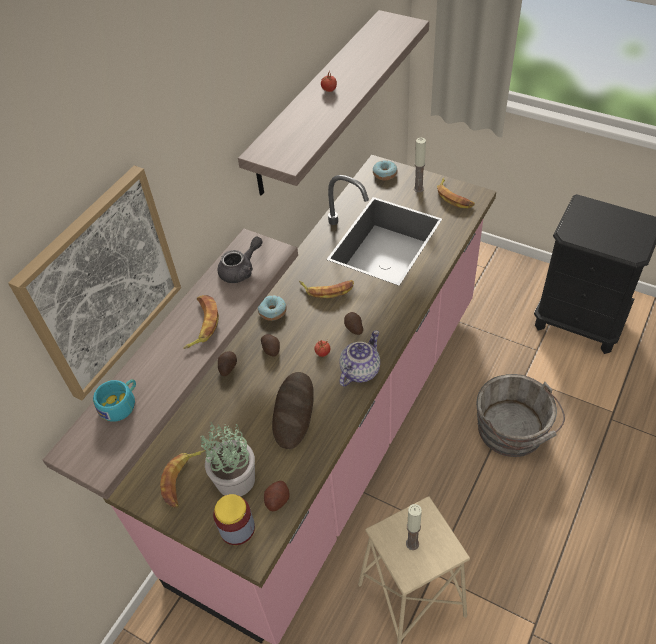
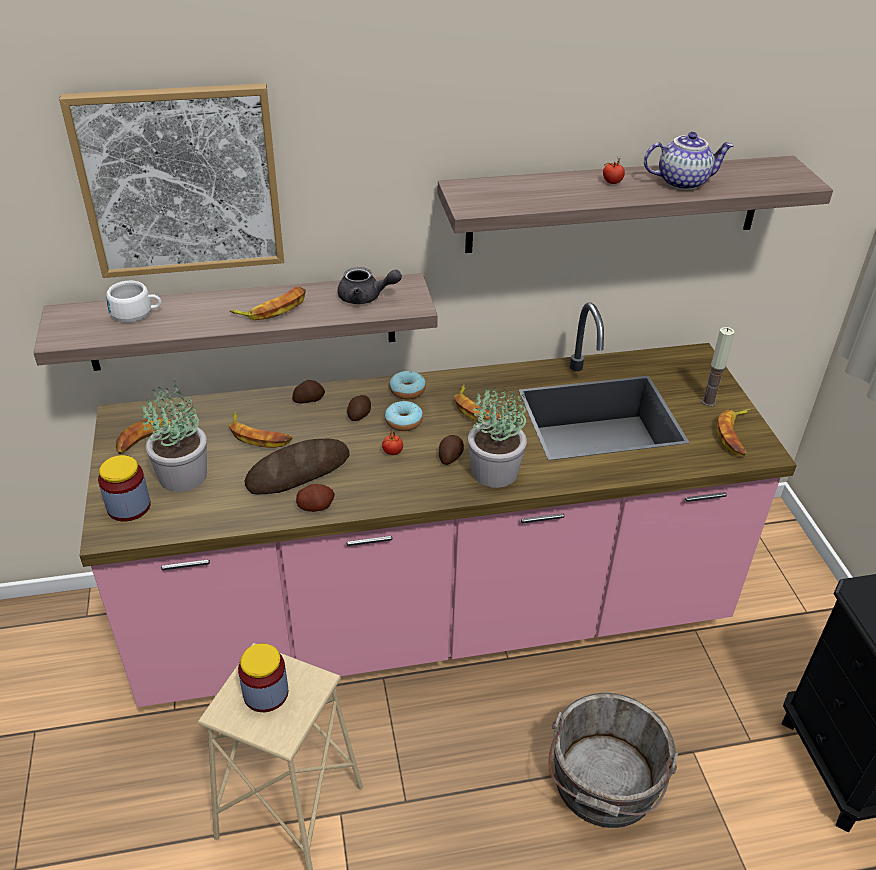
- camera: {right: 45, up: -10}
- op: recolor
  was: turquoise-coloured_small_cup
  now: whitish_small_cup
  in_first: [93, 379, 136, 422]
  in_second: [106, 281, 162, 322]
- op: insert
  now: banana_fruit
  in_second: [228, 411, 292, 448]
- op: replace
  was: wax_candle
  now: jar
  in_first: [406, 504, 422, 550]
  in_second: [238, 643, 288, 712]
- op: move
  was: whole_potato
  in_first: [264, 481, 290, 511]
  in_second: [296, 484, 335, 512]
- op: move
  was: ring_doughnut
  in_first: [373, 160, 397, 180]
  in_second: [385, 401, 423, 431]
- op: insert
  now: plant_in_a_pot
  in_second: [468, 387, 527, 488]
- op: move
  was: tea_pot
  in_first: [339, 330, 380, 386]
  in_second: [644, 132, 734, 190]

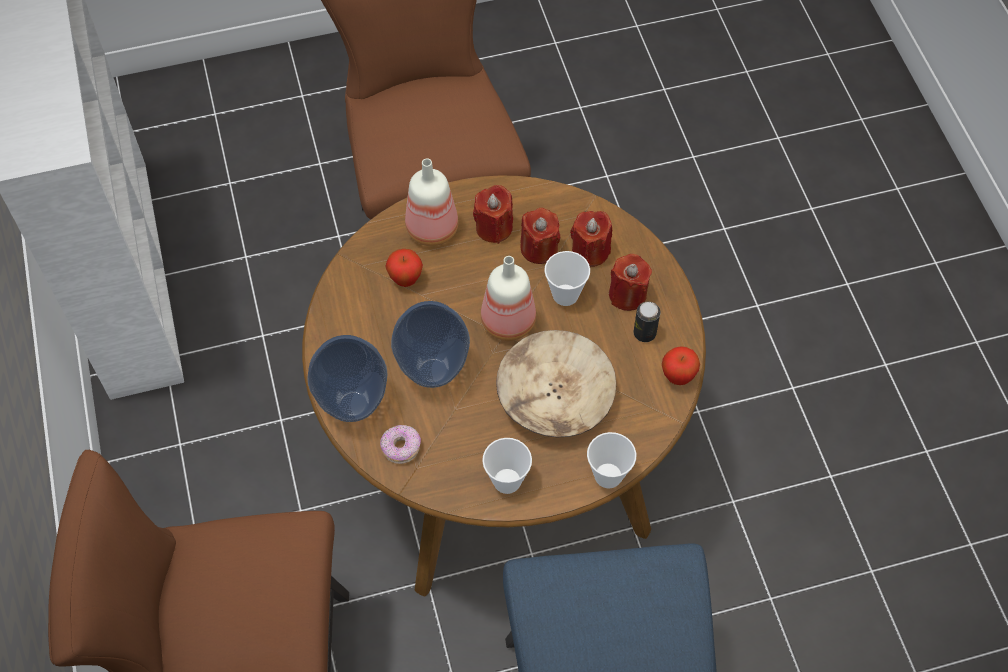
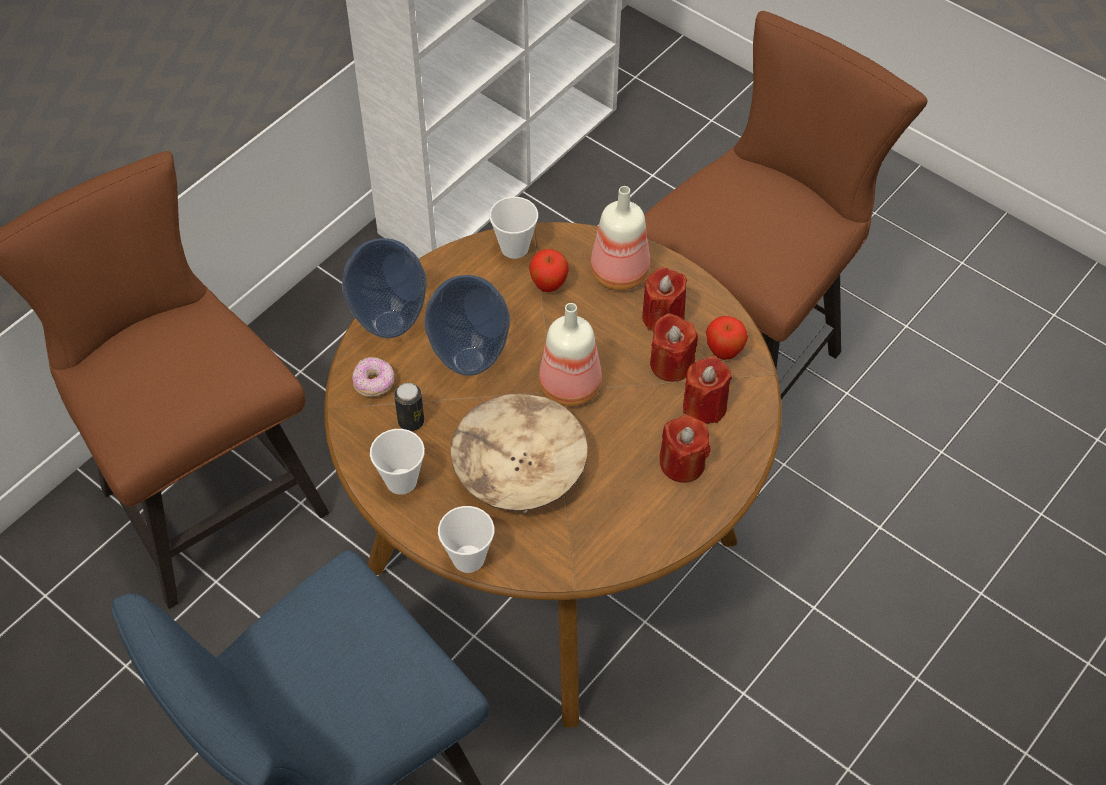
- camera: {right: 55, up: -5}
- op: move
  was: can
  in_first: [633, 302, 660, 342]
  in_second: [394, 383, 424, 431]
- op: move
  was: small_cup
  in_first: [544, 251, 590, 306]
  in_second: [489, 197, 538, 259]
- op: move
  was: apple_fruit
  in_first: [662, 346, 700, 385]
  in_second: [706, 316, 748, 360]

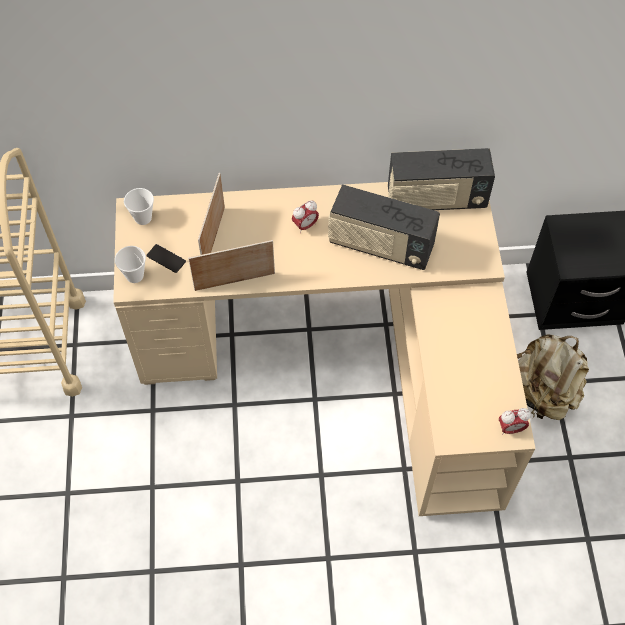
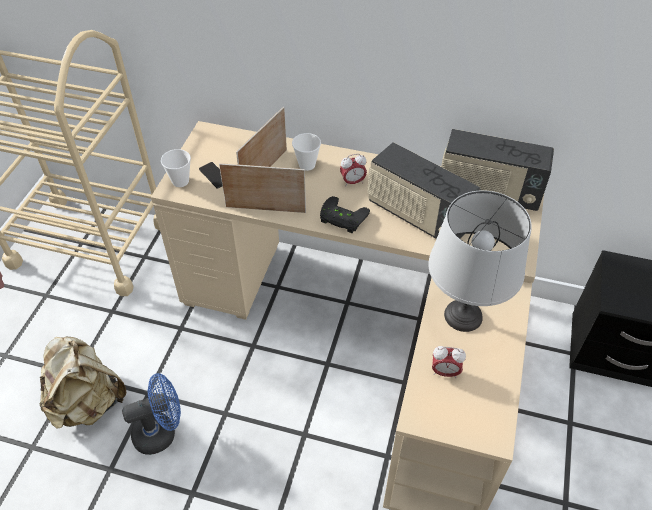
- camera: {right: 20, up: -10}
- op: move
  was: sand-coloured_knapsack
  in_first: [517, 335, 589, 420]
  in_second: [40, 337, 126, 429]
- op: insert
  now: bluish_cooling_fan
  in_second: [122, 373, 181, 455]
- op: move
  was: small_cup
  in_first: [124, 188, 154, 225]
  in_second: [292, 133, 321, 171]
- op: insert
  now: blackish_gamepad
  in_second: [320, 196, 370, 233]
- op: insert
  now: gray_tabletop_lamp
  in_second: [428, 190, 531, 332]
- op: move
  was: table_clock
  in_first: [499, 408, 530, 435]
  in_second: [432, 346, 466, 378]

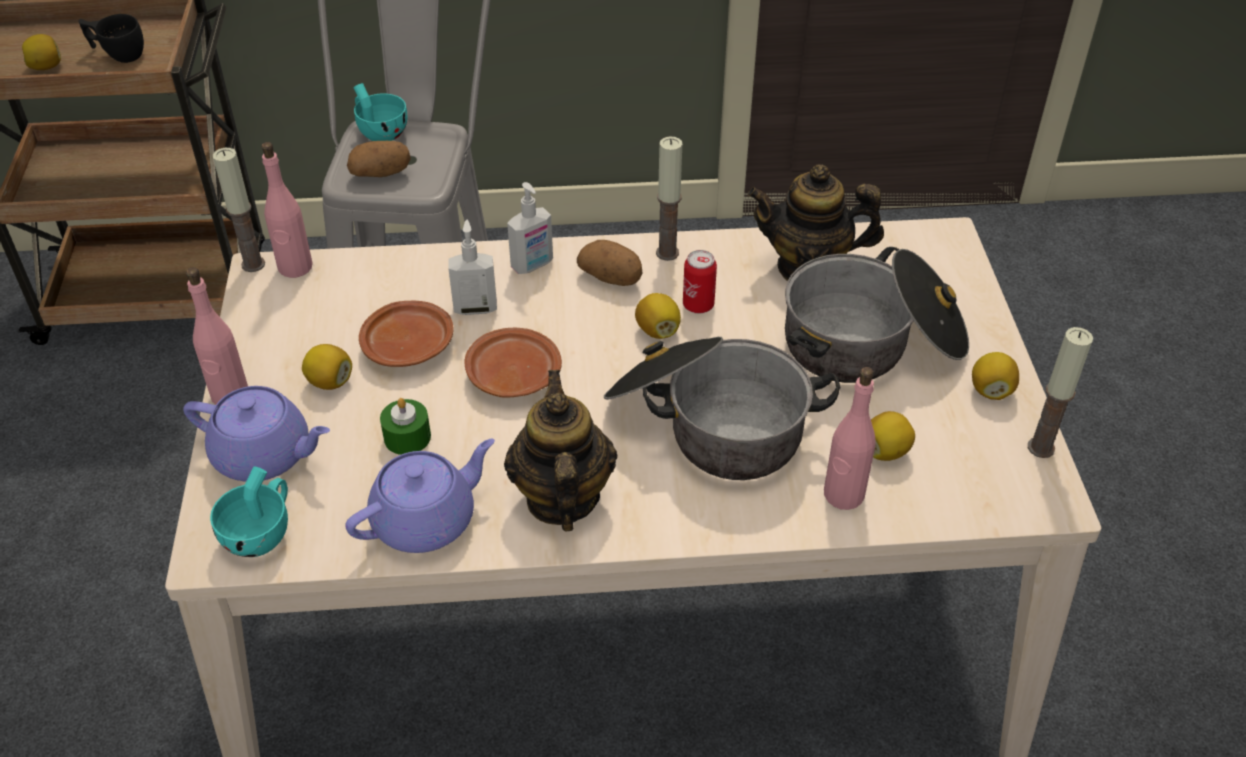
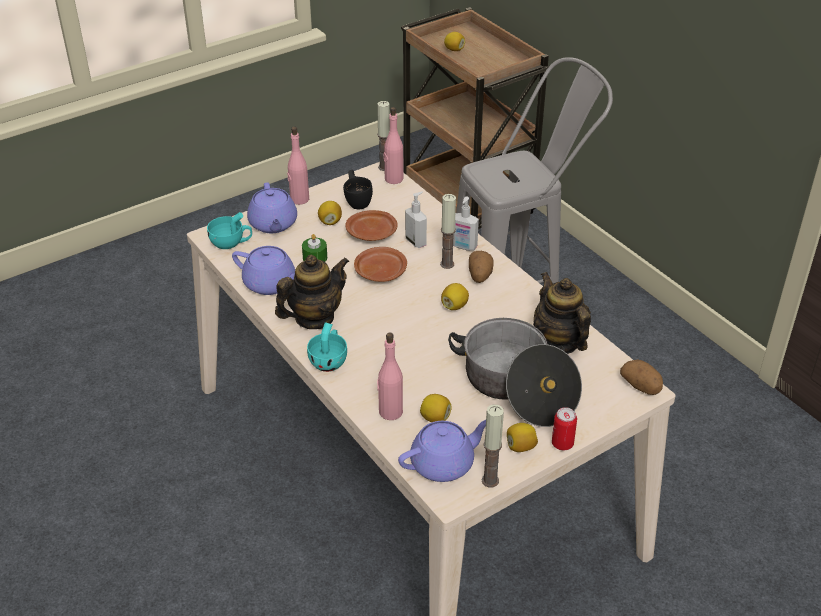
- camera: {right: 60, up: -5}
- op: move
  was: turquoise-coloured_small_cup
  in_first: [353, 83, 408, 141]
  in_second: [307, 322, 347, 372]
- op: move
  was: blackish_small_cup
  in_first: [79, 14, 144, 63]
  in_second: [343, 170, 373, 209]
- op: insert
  now: purplish_tea_pot
  in_second: [398, 420, 486, 482]
- op: move
  was: wax_candle
  in_first: [656, 137, 682, 261]
  in_second: [440, 194, 456, 269]
- op: move
  was: can
  in_first: [683, 250, 717, 313]
  in_second: [552, 407, 577, 451]
- op: move
  was: whole_potato
  in_first: [347, 141, 411, 177]
  in_second: [620, 360, 663, 395]
- op: delete
  was: saucepot
  in_first: [604, 337, 841, 480]

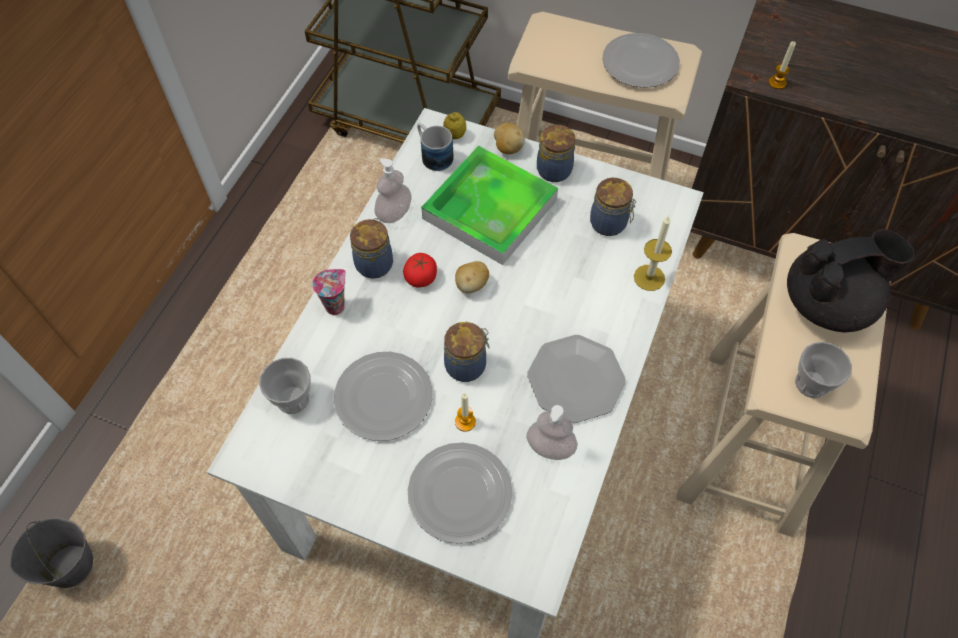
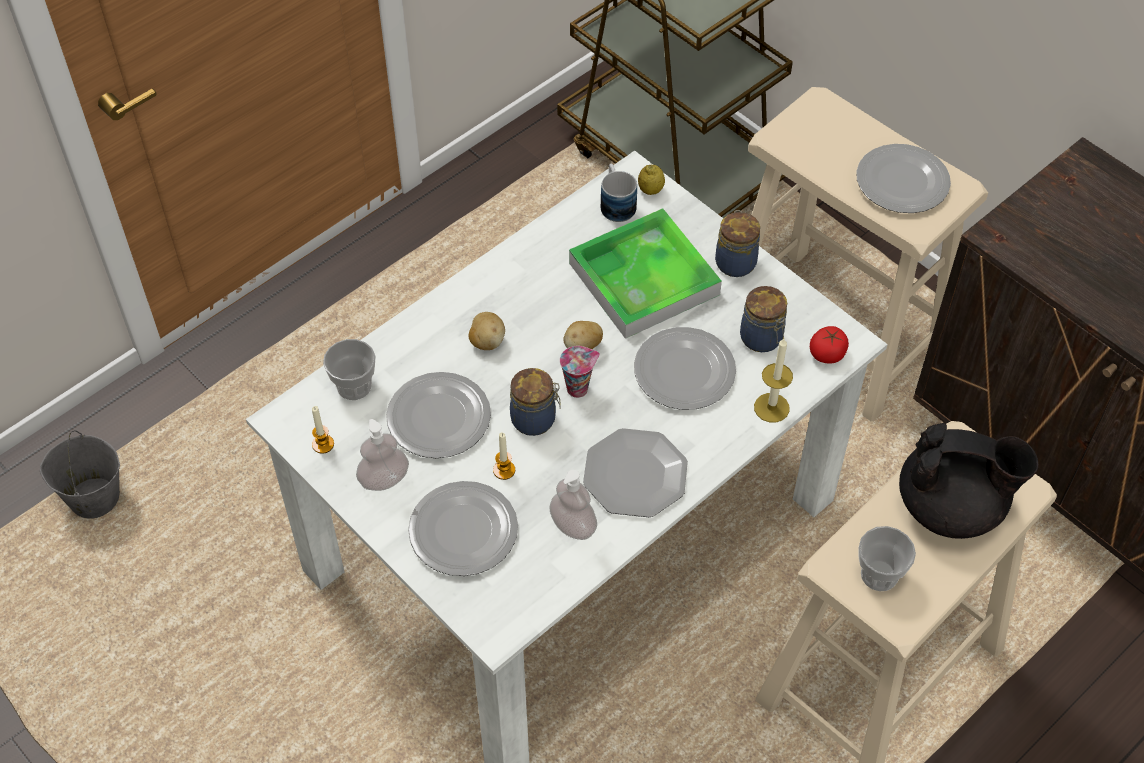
- camera: {right: 25, up: -5}
- op: move
  was: wax_candle
  in_first: [768, 41, 796, 89]
  in_second: [312, 406, 334, 454]
- op: move
  was: soap_dispenser
  in_first: [374, 158, 412, 223]
  in_second: [356, 419, 409, 491]
- op: move
  was: whole_potato
  in_first: [494, 123, 525, 154]
  in_second: [468, 312, 505, 350]
- op: move
  was: small_cup
  in_first: [312, 269, 346, 315]
  in_second: [560, 346, 600, 398]
- op: insert
  now: dinner_plate
  in_second: [634, 327, 736, 410]
- op: move
  was: tomato
  in_first: [403, 253, 437, 288]
  in_second: [810, 326, 849, 364]
- op: delete
  was: jar
  in_first: [350, 218, 393, 279]

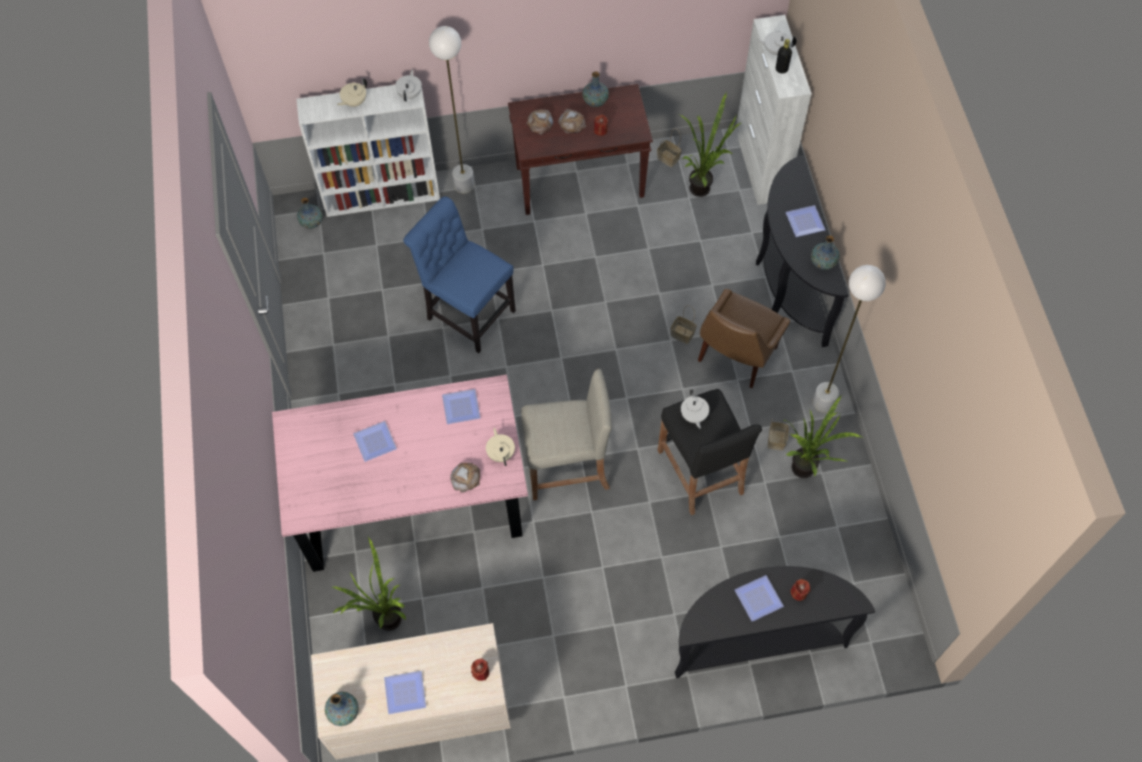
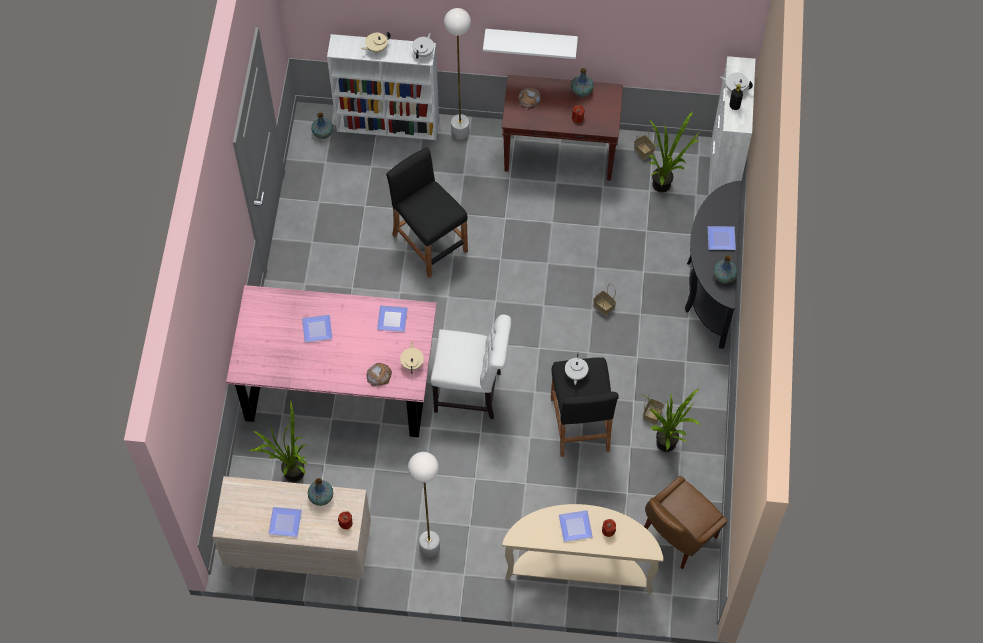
- camera: {right: 15, up: 0}
- op: move
  was: flower_vase
  in_first: [325, 692, 359, 726]
  in_second: [308, 478, 333, 506]
- op: replace
  was: bluish_upright_chair
  now: blackish_sitting_stool
  in_first: [403, 196, 516, 353]
  in_second: [386, 147, 468, 278]
- op: move
  was: whitish_standing_lamp
  in_first: [812, 265, 886, 412]
  in_second: [408, 452, 440, 557]
- op: replace
  was: sand-coloured_sitting_stool
  now: whitish_upright_chair
  in_first: [521, 369, 612, 501]
  in_second: [431, 314, 511, 419]
- op: insert
  now: whitish_wall_shelf
  in_second: [483, 29, 578, 59]
- op: recolor
  was: blackish_console_table
  now: sand-coloured_console_table
  in_first: [675, 566, 875, 678]
  in_second: [502, 504, 663, 594]
- op: move
  was: brown-coloured_upright_chair
  in_first: [698, 289, 790, 388]
  in_second: [644, 476, 727, 569]
- op: delete
  was: bread
  in_first: [558, 109, 586, 134]

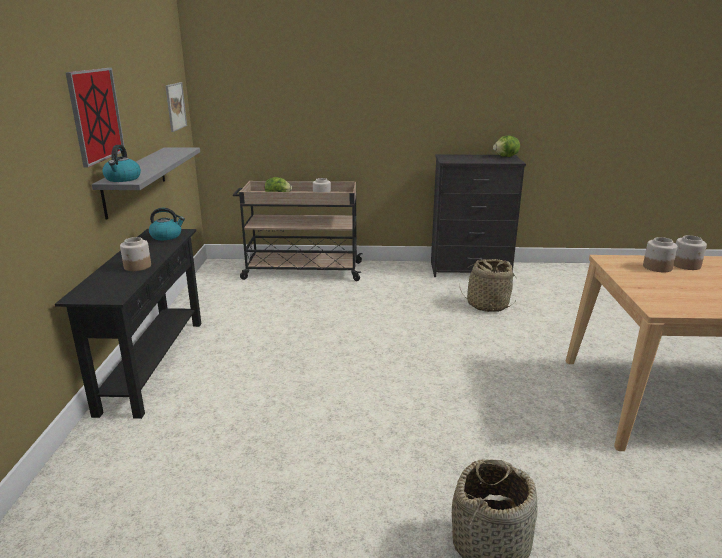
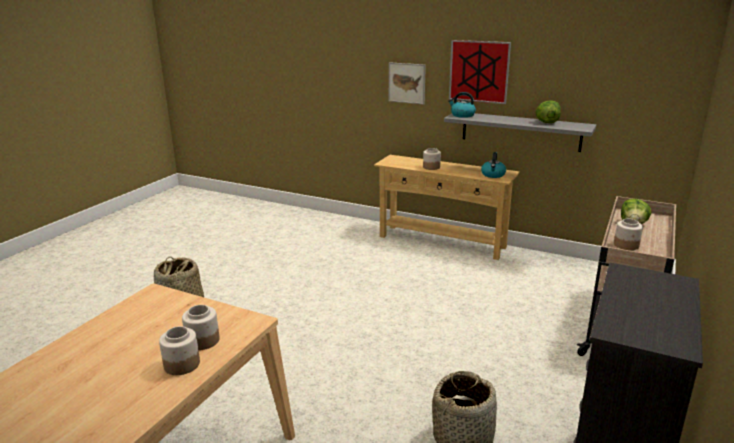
- camera: {right: 115, up: 0}
- op: recolor
  was: blackish_console_table
  now: sand-coloured_console_table
  in_first: [55, 229, 201, 419]
  in_second: [374, 155, 519, 260]
- op: move
  was: picture
  in_first: [166, 82, 187, 132]
  in_second: [389, 62, 426, 105]
- op: move
  was: lettuce
  in_first: [493, 136, 520, 157]
  in_second: [536, 100, 561, 123]

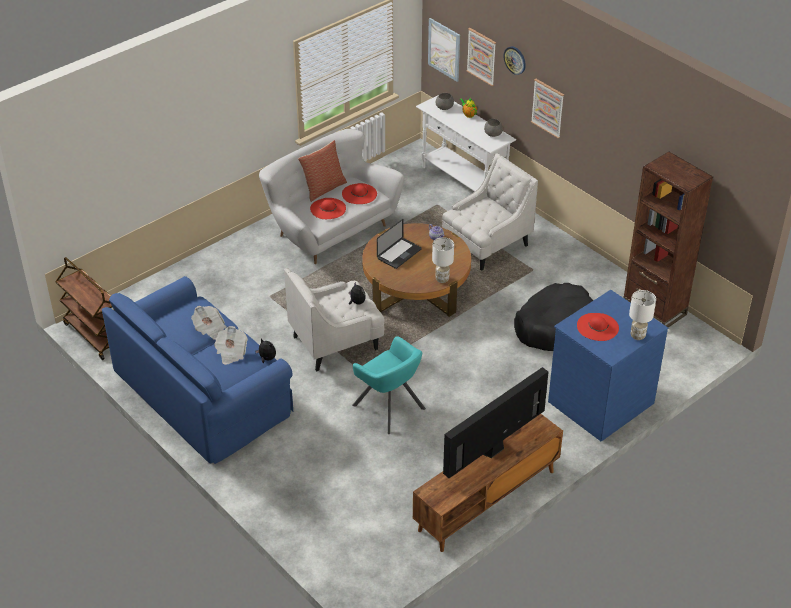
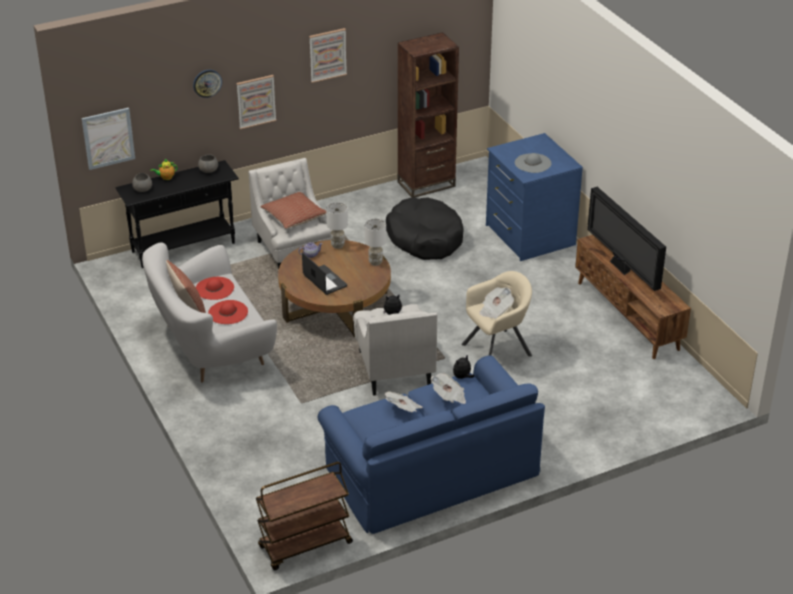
- camera: {right: -75, up: -5}
- op: recolor
  was: whitish_console_table
  now: blackish_console_table
  in_first: [416, 95, 516, 192]
  in_second: [115, 160, 239, 268]
- op: insert
  now: pillow
  in_second: [260, 192, 326, 229]
- op: move
  was: picture
  in_first: [466, 28, 496, 86]
  in_second: [309, 28, 347, 83]
- op: move
  was: whitish_tabletop_lamp
  in_first: [629, 290, 656, 340]
  in_second: [326, 202, 348, 249]
- op: recolor
  was: turquoise-coloured_easy_chair
  now: sand-coloured_easy_chair
  in_first: [352, 336, 426, 434]
  in_second: [461, 271, 532, 357]
- op: insert
  now: daily_paper
  in_second: [479, 287, 514, 319]
- op: recolor
  was: red_clothing_hat
  now: gray_clothing_hat
  in_first: [577, 313, 619, 341]
  in_second: [515, 153, 552, 173]

